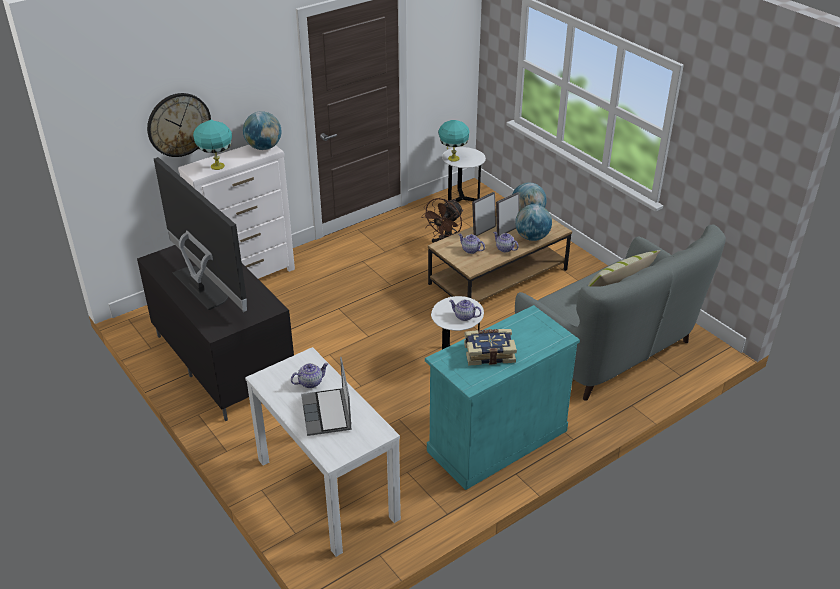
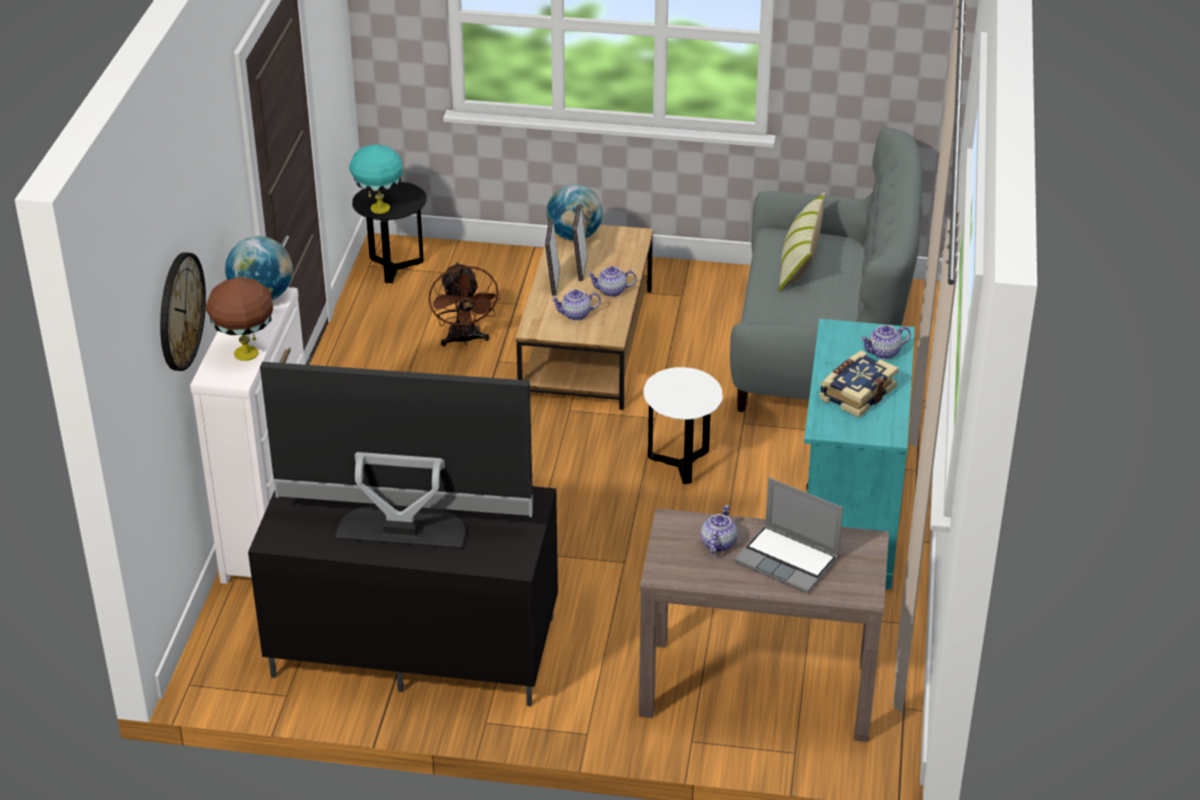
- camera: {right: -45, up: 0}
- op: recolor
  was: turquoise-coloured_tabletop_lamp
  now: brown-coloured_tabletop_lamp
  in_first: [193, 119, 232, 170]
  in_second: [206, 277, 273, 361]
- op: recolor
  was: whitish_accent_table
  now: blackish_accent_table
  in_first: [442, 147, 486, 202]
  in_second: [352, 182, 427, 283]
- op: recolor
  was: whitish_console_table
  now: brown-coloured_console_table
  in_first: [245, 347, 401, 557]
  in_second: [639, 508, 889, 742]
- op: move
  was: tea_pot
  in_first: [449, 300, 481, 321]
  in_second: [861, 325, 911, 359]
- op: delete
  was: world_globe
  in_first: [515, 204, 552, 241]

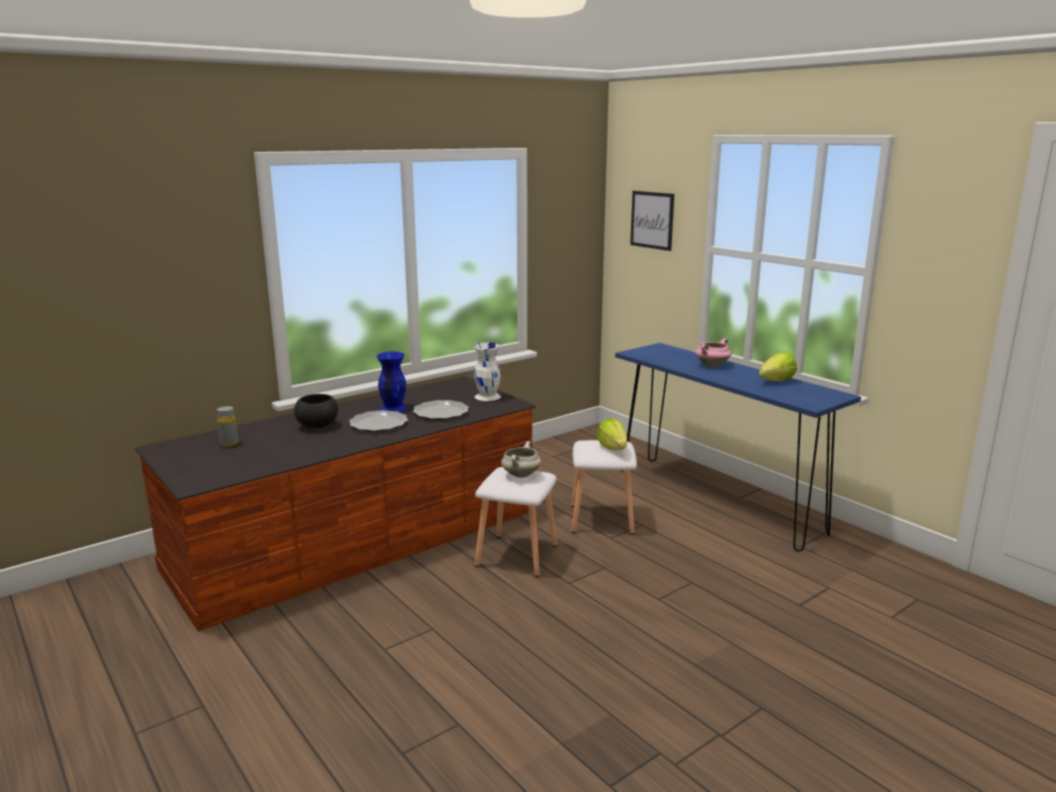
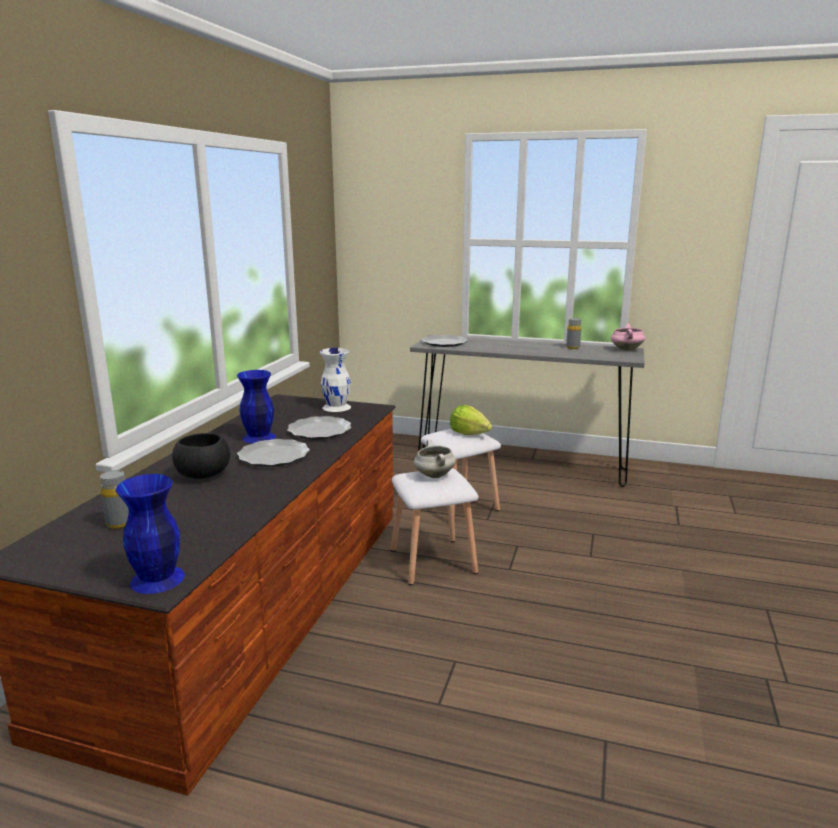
- camera: {right: -35, up: 0}
- op: insert
  now: bluish_flower_vase
  in_second: [116, 474, 185, 594]
- op: recolor
  was: bluish_console_table
  now: gray_console_table
  in_first: [615, 343, 861, 551]
  in_second: [410, 335, 645, 487]
- op: insert
  now: dinner_plate
  in_second: [421, 335, 468, 347]
- op: replace
  was: lettuce
  now: gray_drink_bottle
  in_first: [759, 352, 797, 381]
  in_second: [566, 318, 581, 349]
- op: move
  was: pink_saucepot
  in_first: [696, 338, 731, 367]
  in_second: [611, 323, 645, 351]
- op: delete
  was: picture
  in_first: [630, 191, 674, 251]

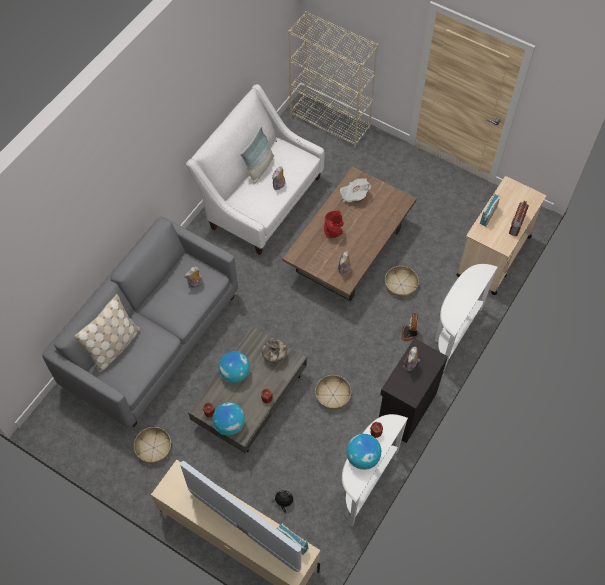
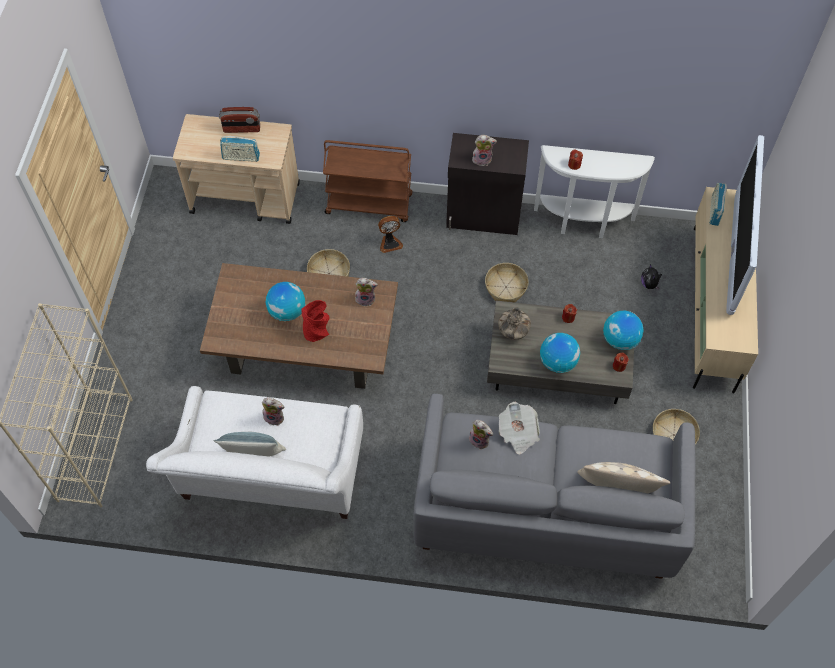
- camera: {right: -115, up: 0}
- op: move
  was: world_globe
  in_first: [346, 434, 381, 470]
  in_second: [266, 282, 305, 321]
- op: replace
  was: whitish_console_table
  now: brown-coloured_trolley
  in_first: [435, 264, 498, 372]
  in_second: [323, 140, 412, 222]
- op: move
  was: daily_paper
  in_first: [340, 178, 371, 202]
  in_second: [498, 402, 540, 454]

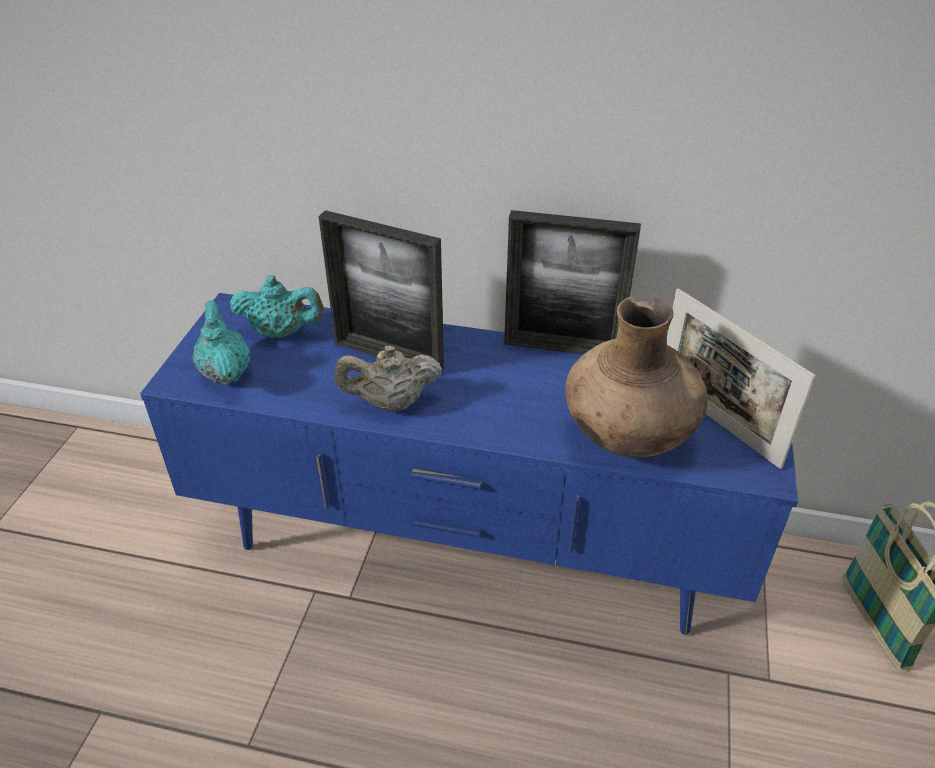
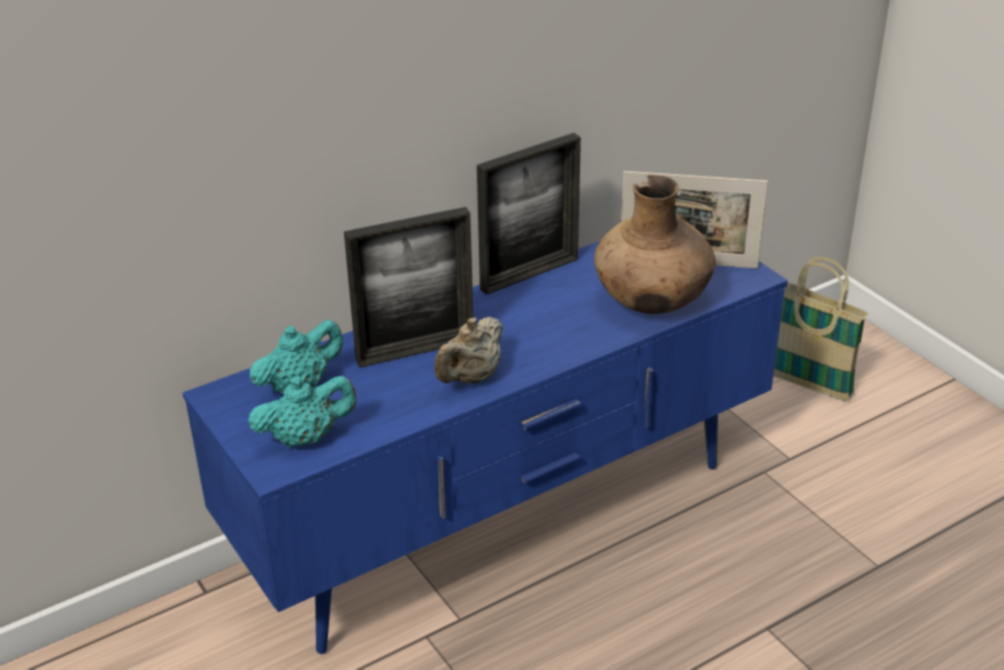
- camera: {right: -45, up: -5}
- op: rotate
  was: turquoise-coloured_tea_pot
  in_first: [193, 300, 250, 385]
  in_second: [248, 376, 357, 448]
  clockwise: 135

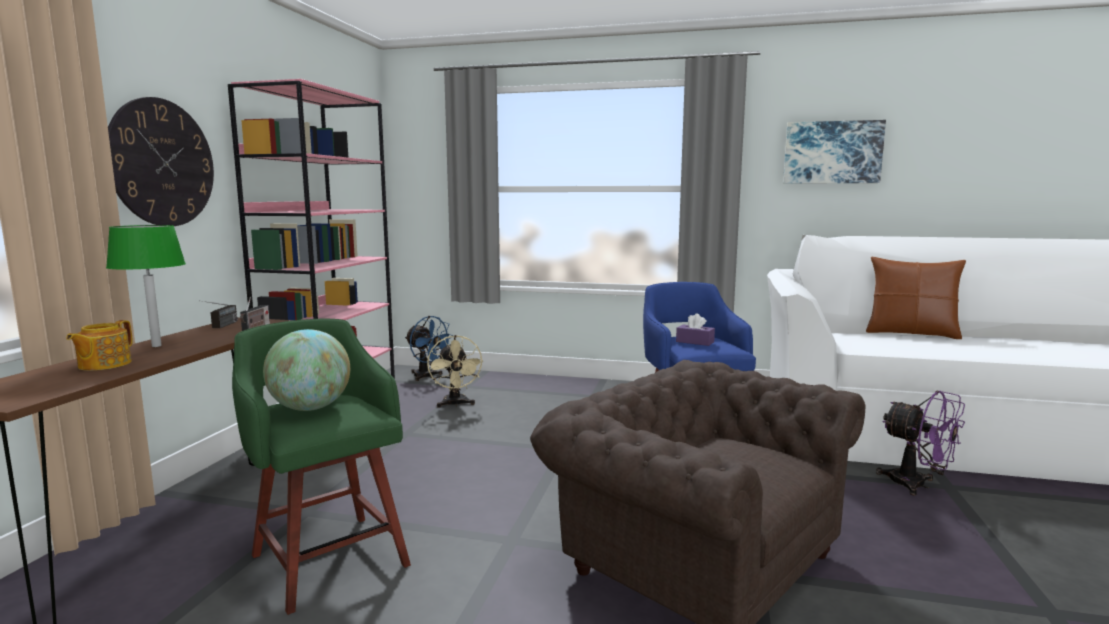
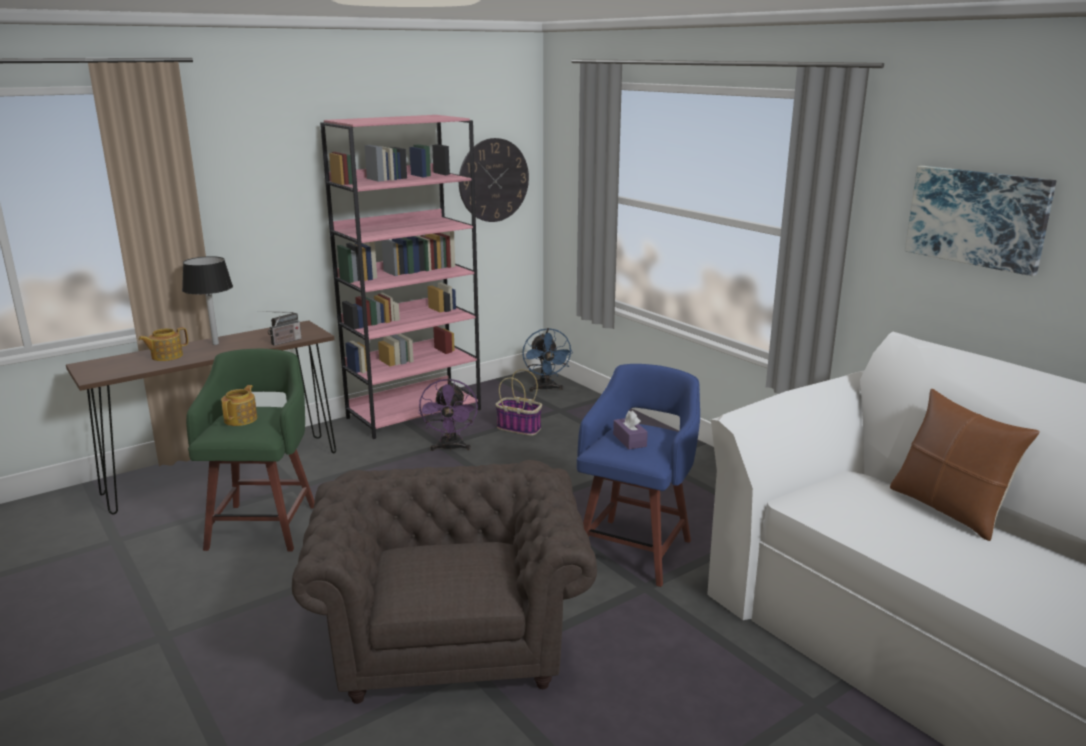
- camera: {right: 40, up: 10}
- op: recolor
  was: green-coloured_tabletop_lamp
  now: blackish_tabletop_lamp
  in_first: [106, 225, 186, 347]
  in_second: [182, 256, 233, 345]
- op: replace
  was: world_globe
  now: tea_pot
  in_first: [263, 329, 350, 411]
  in_second: [221, 385, 257, 426]
- op: move
  was: purplish_cooling_fan
  in_first: [876, 391, 965, 496]
  in_second: [419, 378, 478, 452]
- op: move
  was: wall_clock
  in_first: [108, 97, 214, 226]
  in_second: [459, 138, 529, 222]
- op: replace
  was: sand-coloured_cooling_fan
  now: basket
  in_first: [427, 335, 483, 408]
  in_second: [495, 369, 542, 436]

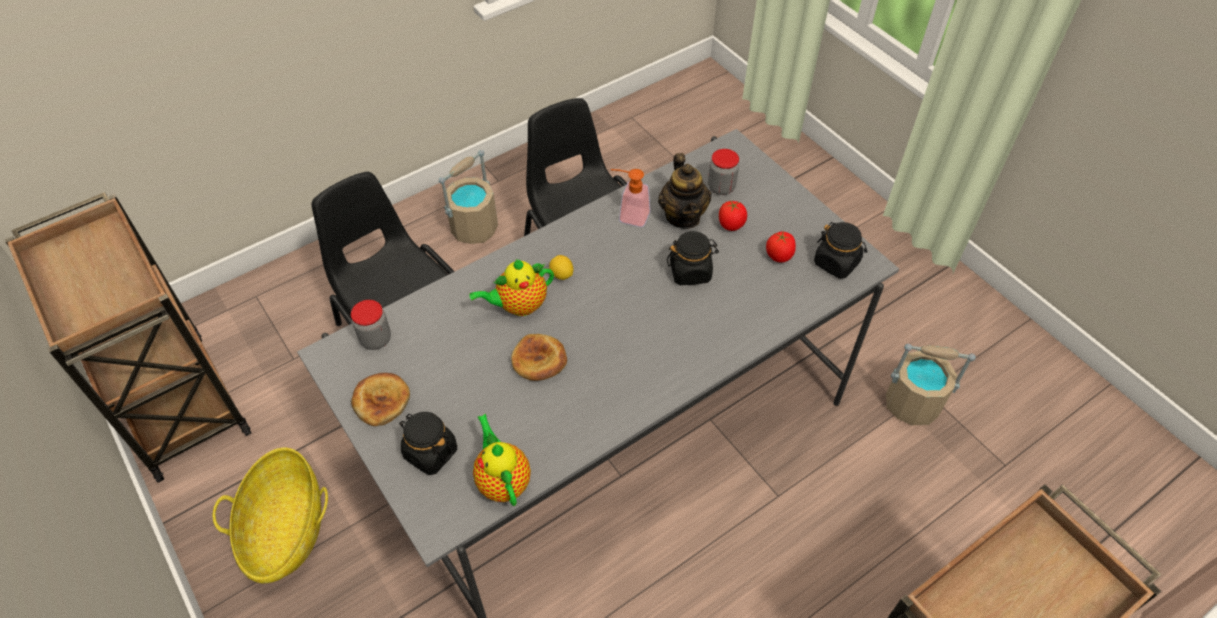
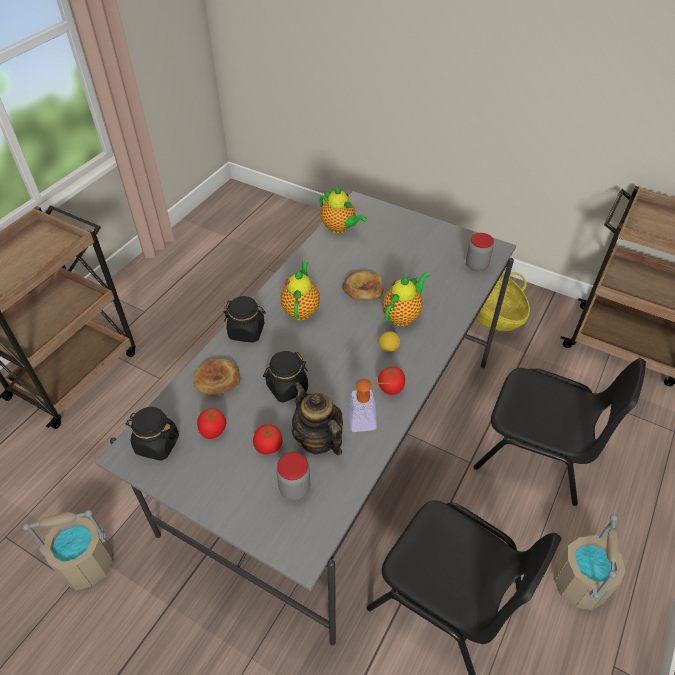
- camera: {right: 155, up: -5}
- op: move
  was: bread
  in_first: [351, 373, 410, 426]
  in_second: [193, 358, 240, 396]
- op: move
  was: blackish_jar
  in_first: [399, 412, 457, 475]
  in_second: [224, 296, 266, 343]
- op: insert
  now: tea_pot
  in_second: [281, 261, 320, 320]
- op: insert
  now: tomato
  in_second: [378, 366, 405, 395]

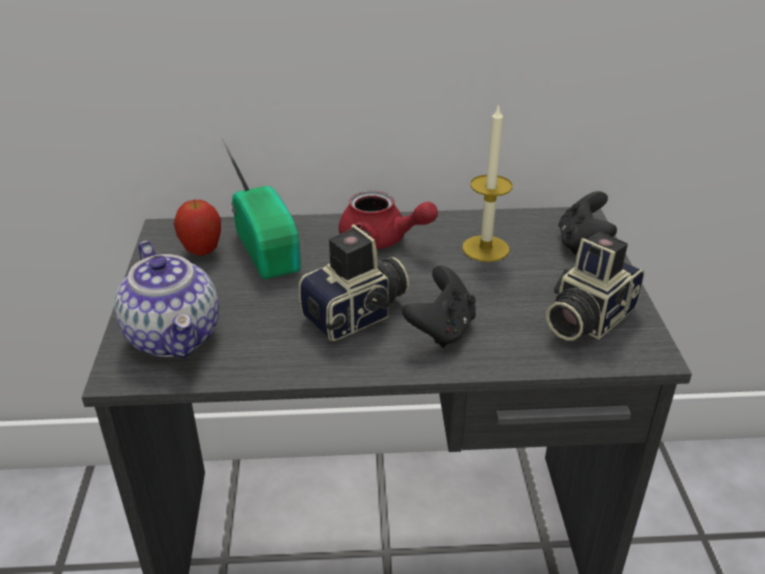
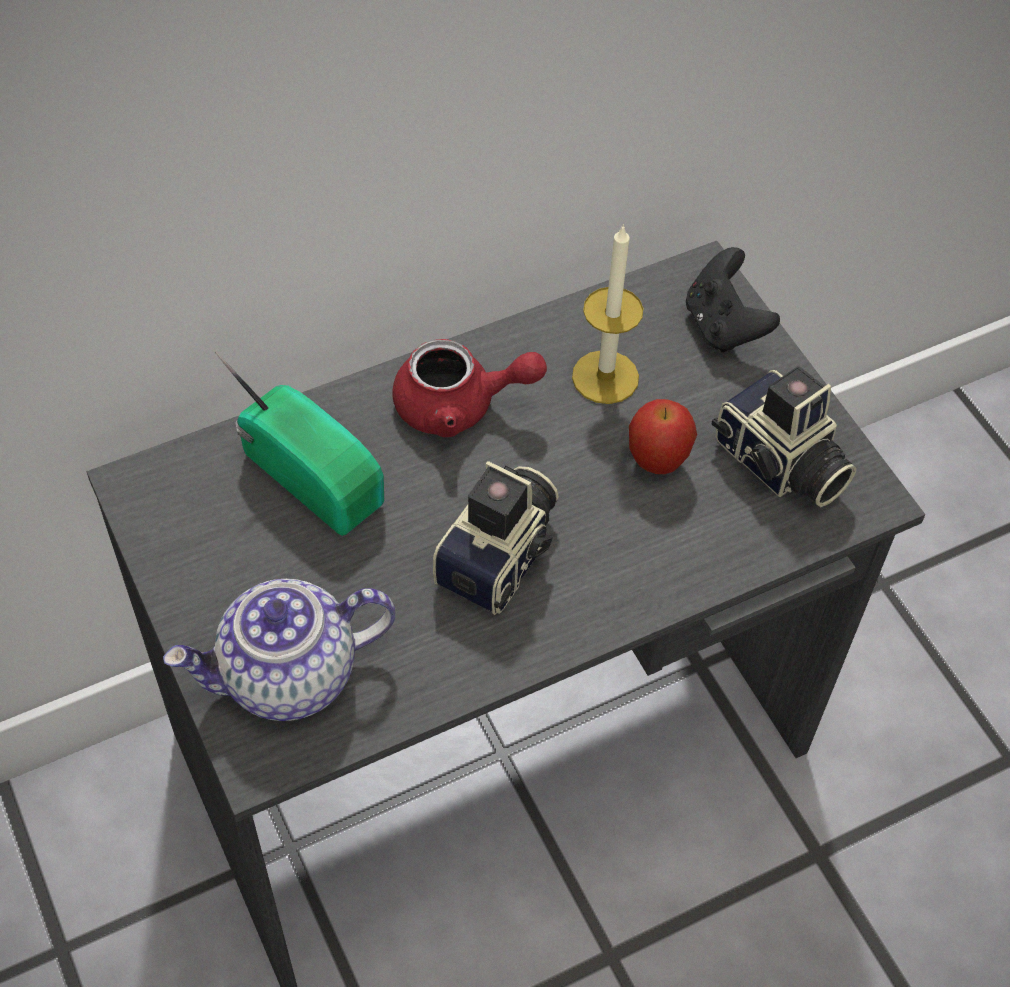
- camera: {right: -25, up: 20}
- op: rotate
  was: tea_pot
  in_first: [115, 241, 219, 358]
  in_second: [163, 579, 395, 721]
  clockwise: 120
- op: move
  was: apple_fruit
  in_first: [174, 199, 221, 256]
  in_second: [629, 399, 697, 474]
- op: rotate
  was: still_camera
  in_first: [546, 232, 645, 341]
  in_second: [712, 366, 856, 507]
  clockwise: -60
- op: delete
  was: blackish_gamepad
  in_first: [402, 266, 476, 348]

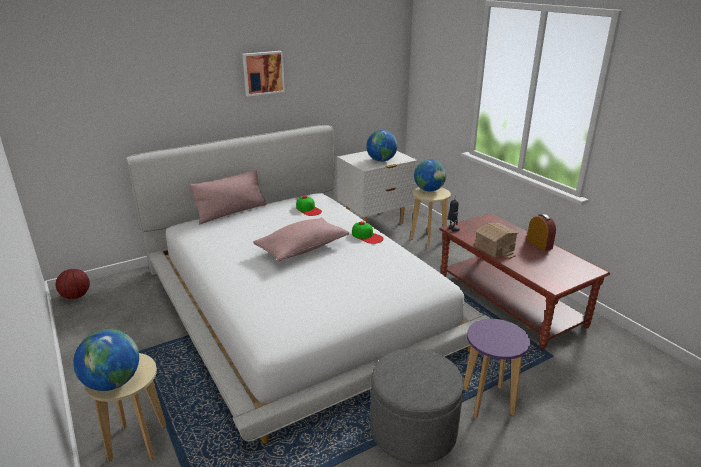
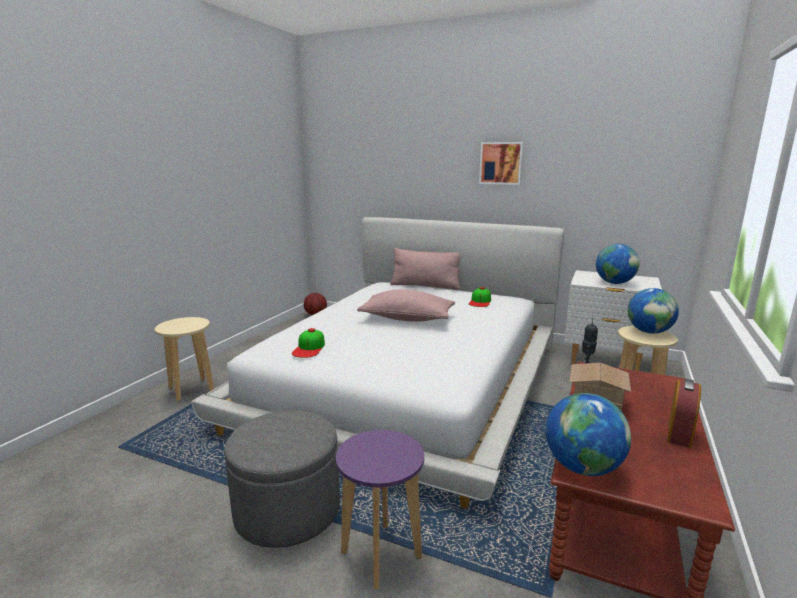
- camera: {right: 55, up: -10}
- op: move
  was: baseball_cap
  in_first: [352, 221, 384, 244]
  in_second: [292, 328, 325, 358]
- op: move
  was: world_globe
  in_first: [73, 329, 139, 391]
  in_second: [546, 393, 631, 476]

